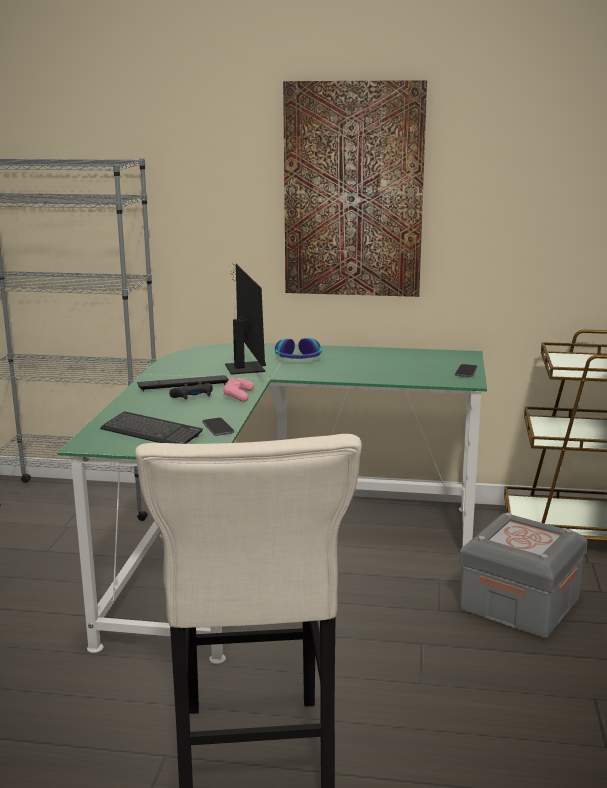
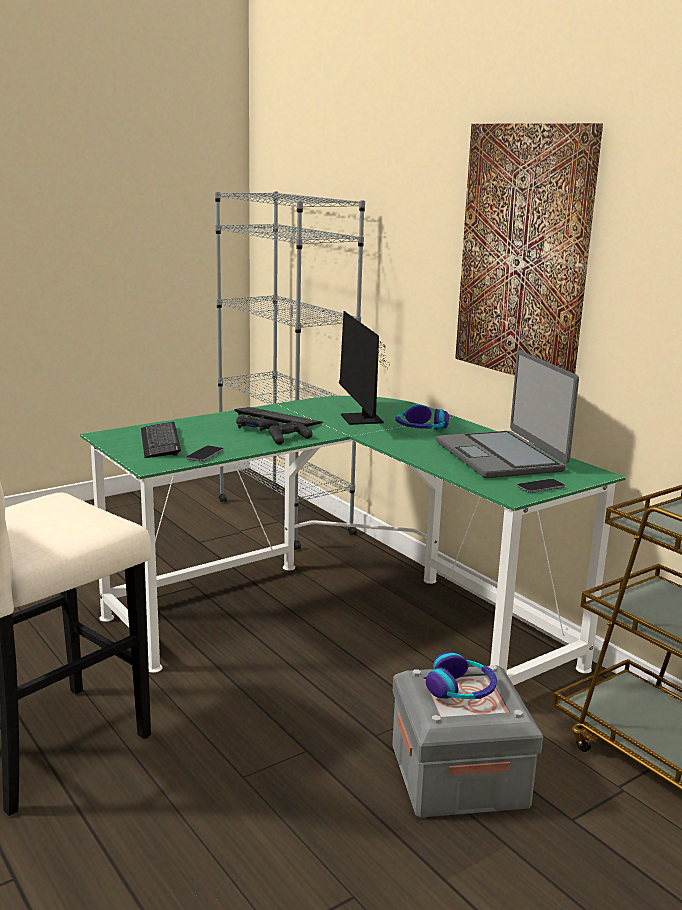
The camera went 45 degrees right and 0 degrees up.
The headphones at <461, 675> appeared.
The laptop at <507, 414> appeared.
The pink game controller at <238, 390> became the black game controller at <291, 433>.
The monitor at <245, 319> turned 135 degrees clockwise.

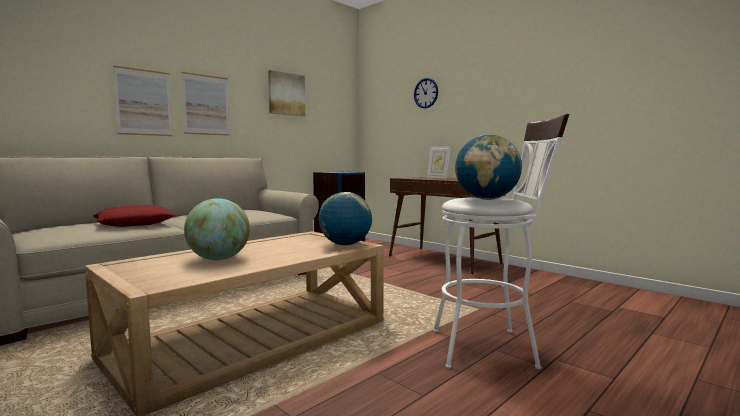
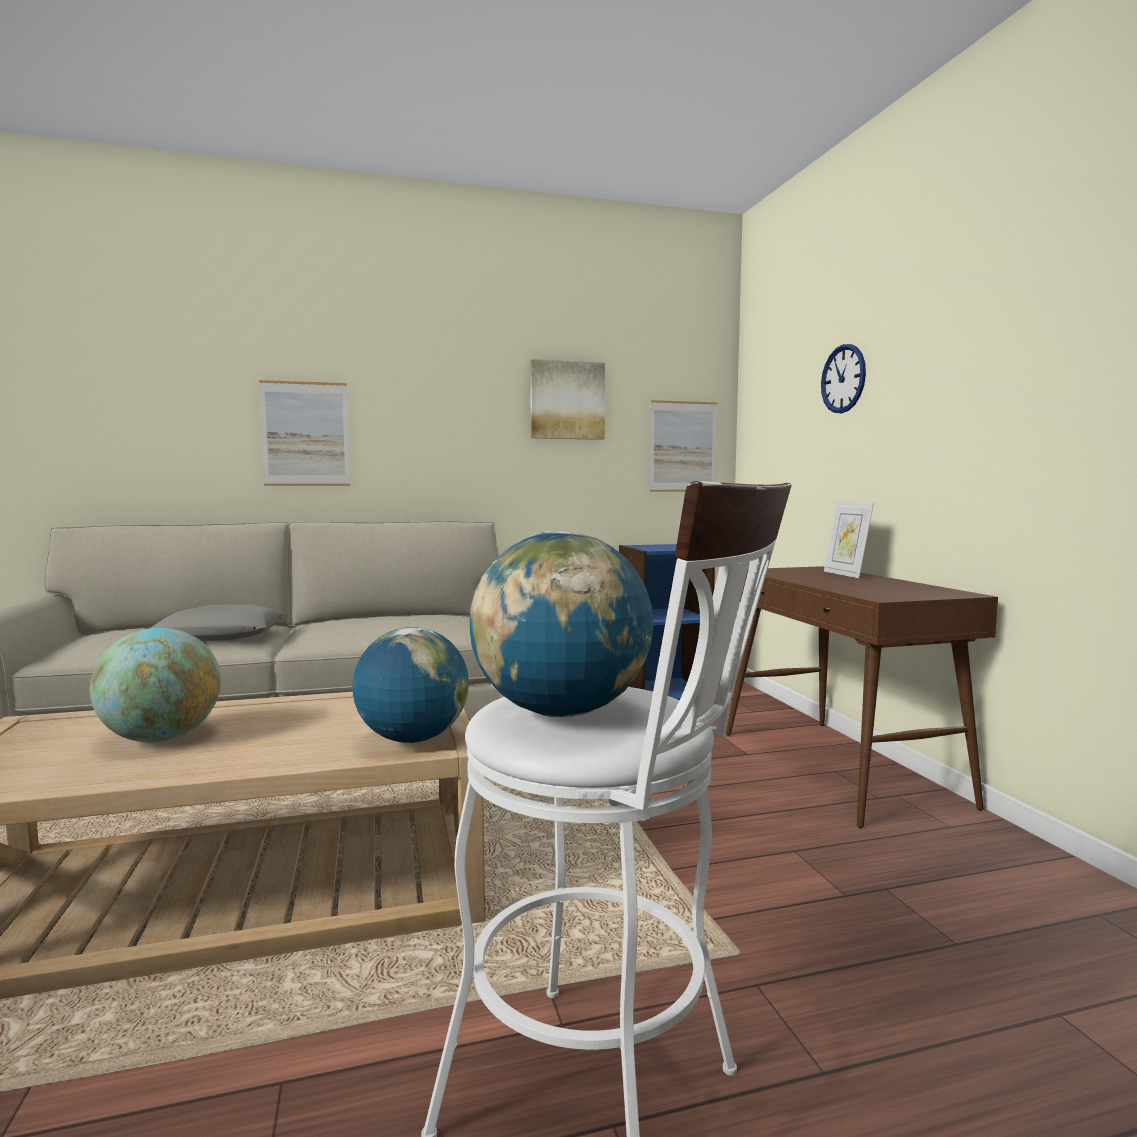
The camera went 30 degrees right and 0 degrees up.
The picture moved from <205, 104> to <683, 446>.
The red pillow at <134, 216> became the grey pillow at <219, 622>.

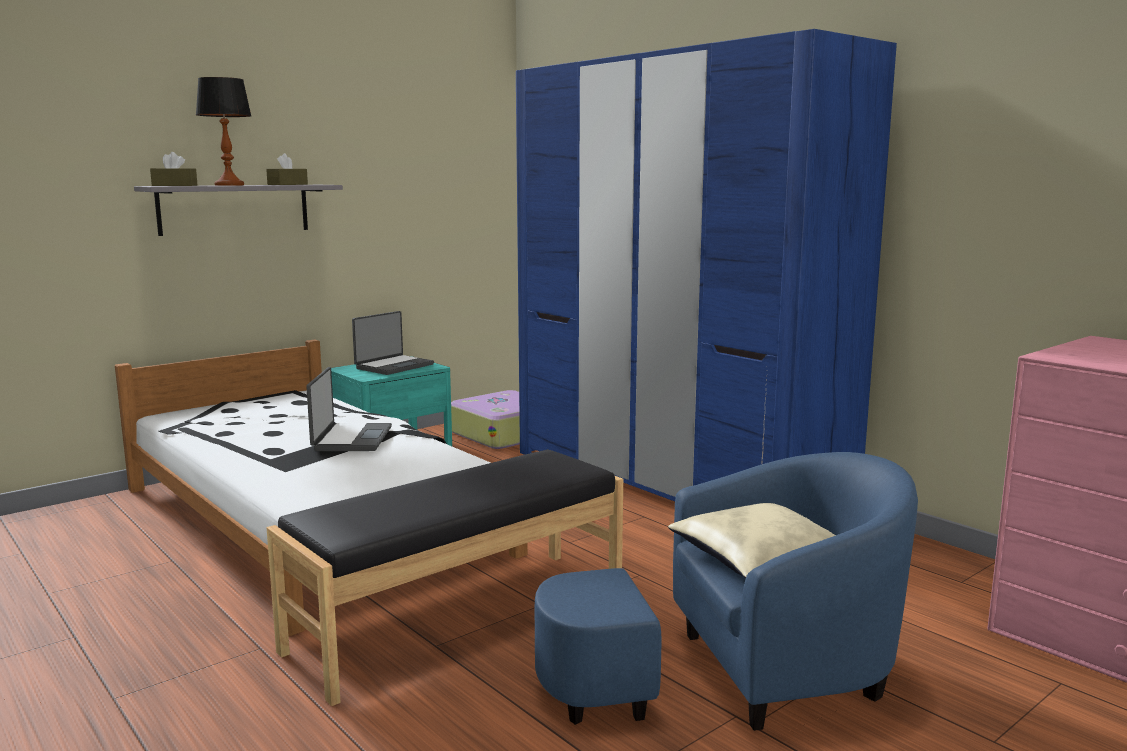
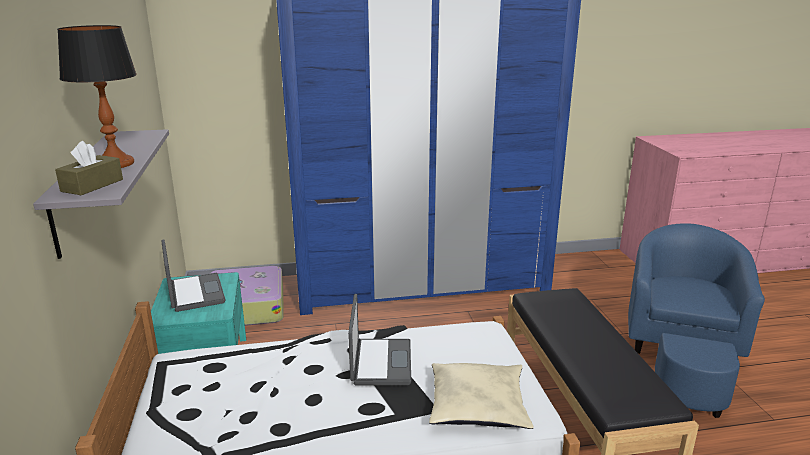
The camera went 60 degrees left and 10 degrees up.
The brown tissue box at <287, 169> disappeared.
The beige pillow moved from <752, 540> to <481, 396>.
The laptop at <349, 409> turned 60 degrees clockwise.

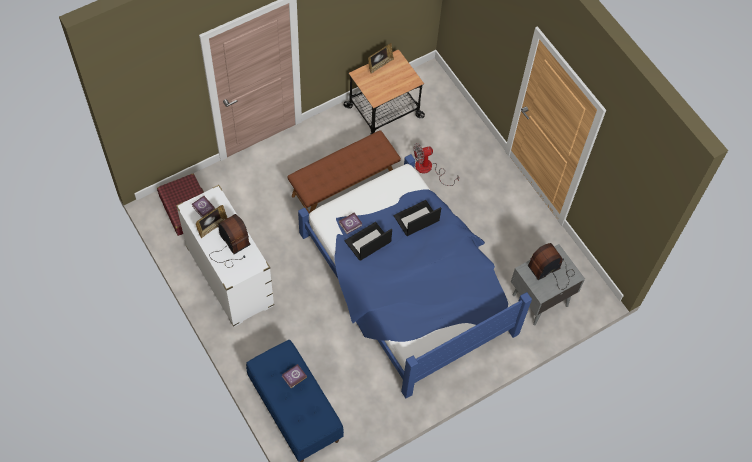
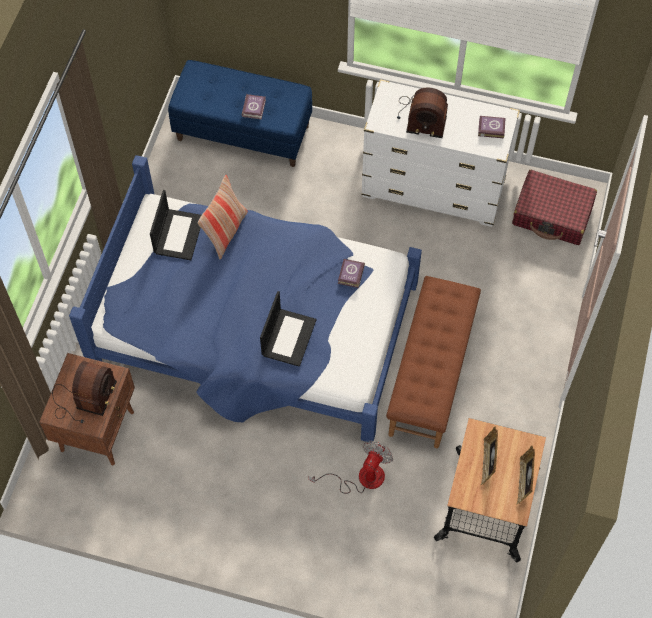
The camera went 140 degrees right and 0 degrees up.
The pillow at <223, 217> appeared.
The picture frame moved from <212, 221> to <489, 456>.
The laptop moved from <368, 241> to <175, 225>.
The grey nightstand at <548, 284> became the brown nightstand at <87, 409>.

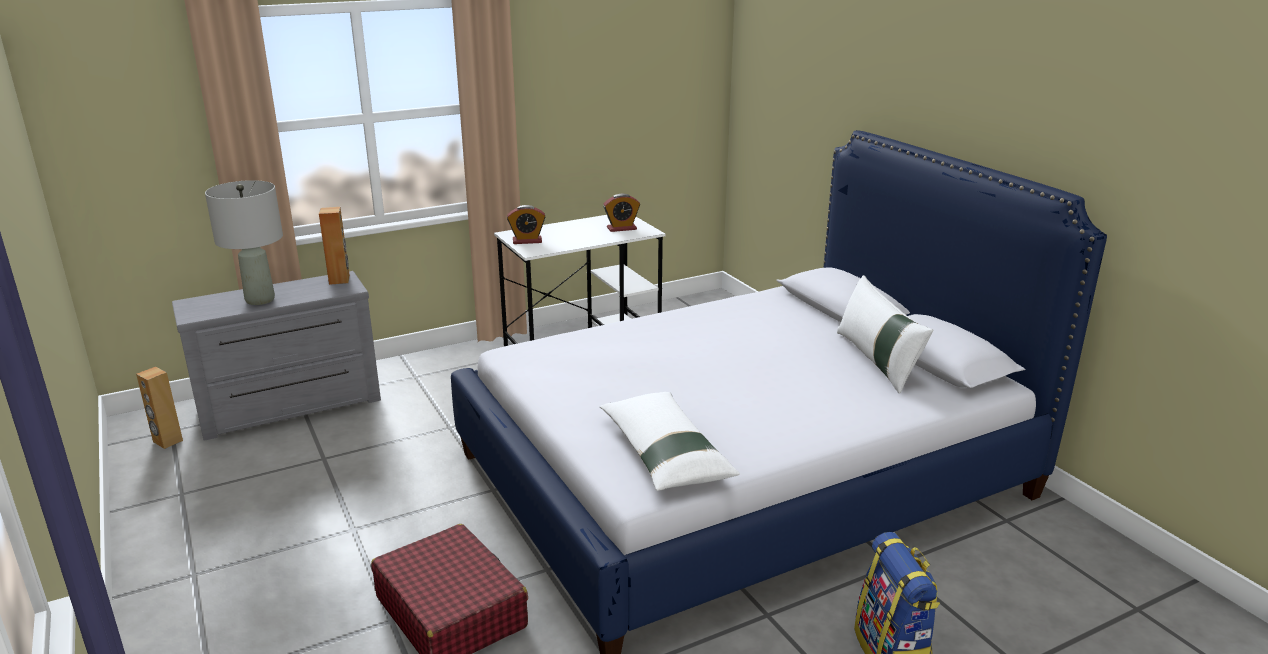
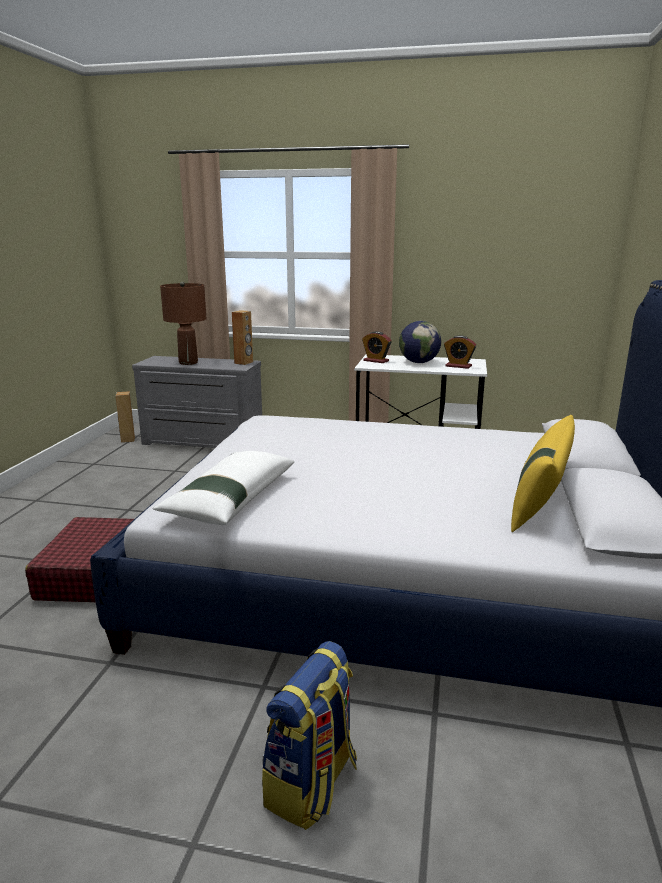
The camera went 40 degrees right and 5 degrees down.
The globe at <420, 342> appeared.
The grey table lamp at <244, 242> became the brown table lamp at <183, 323>.
The white pillow at <885, 334> became the yellow pillow at <543, 473>.

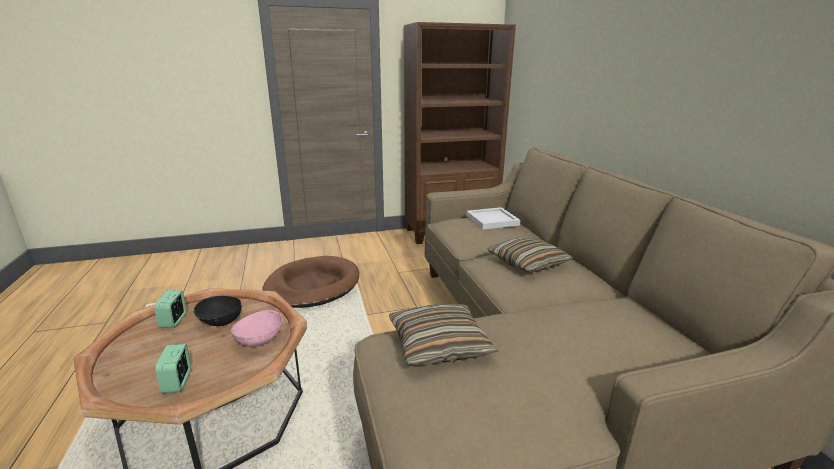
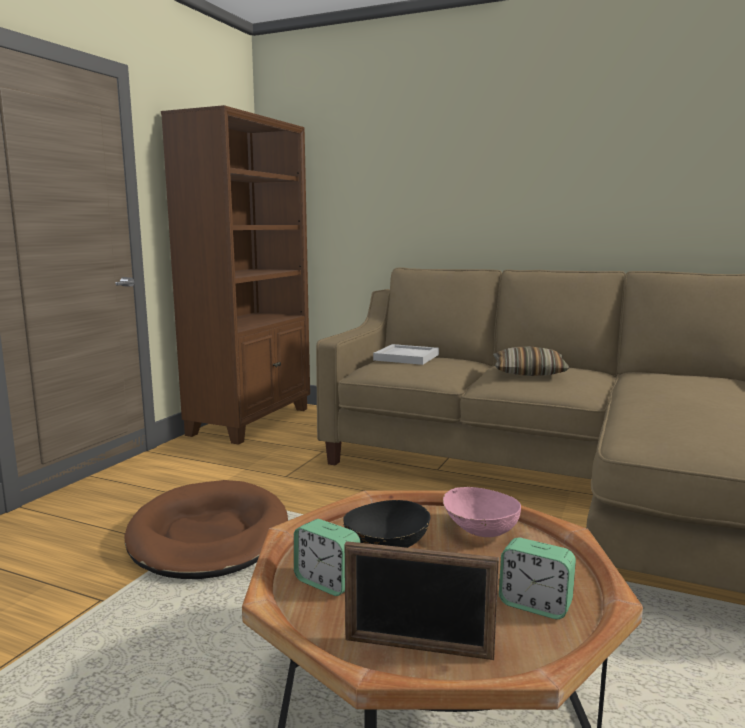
The camera went 50 degrees left and 10 degrees down.
The pillow at <443, 335> disappeared.
The picture frame at <422, 600> appeared.

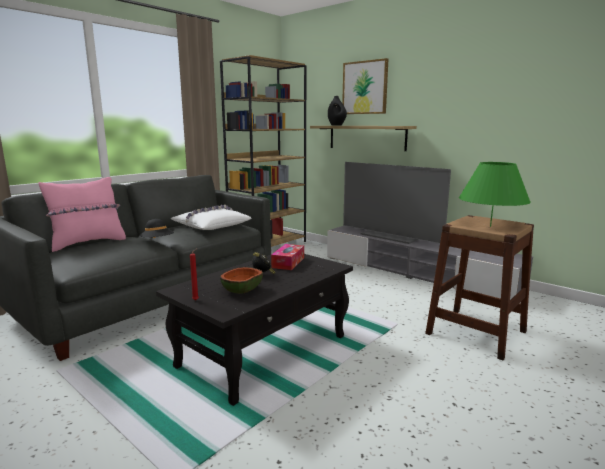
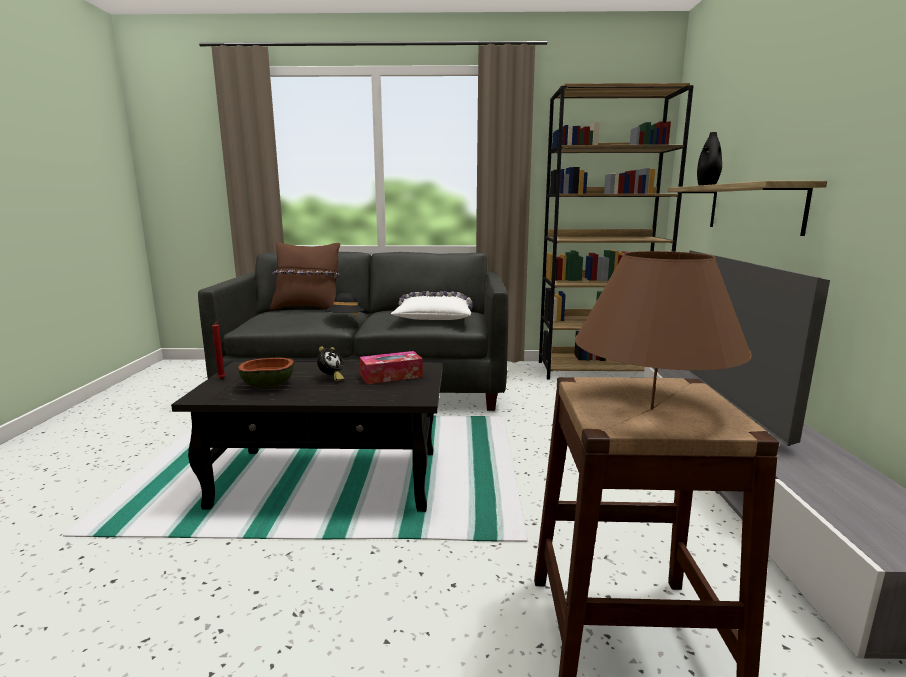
The camera went 50 degrees right and 0 degrees up.
The picture at <365, 86> disappeared.
The pink pillow at <82, 214> became the brown pillow at <305, 276>.
The green table lamp at <495, 194> became the brown table lamp at <663, 330>.

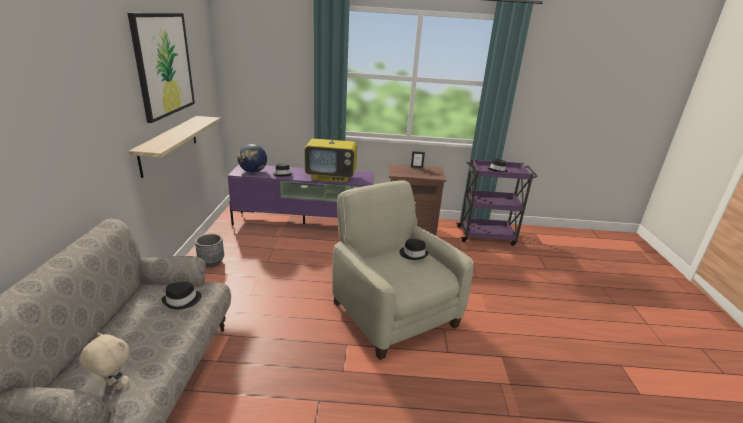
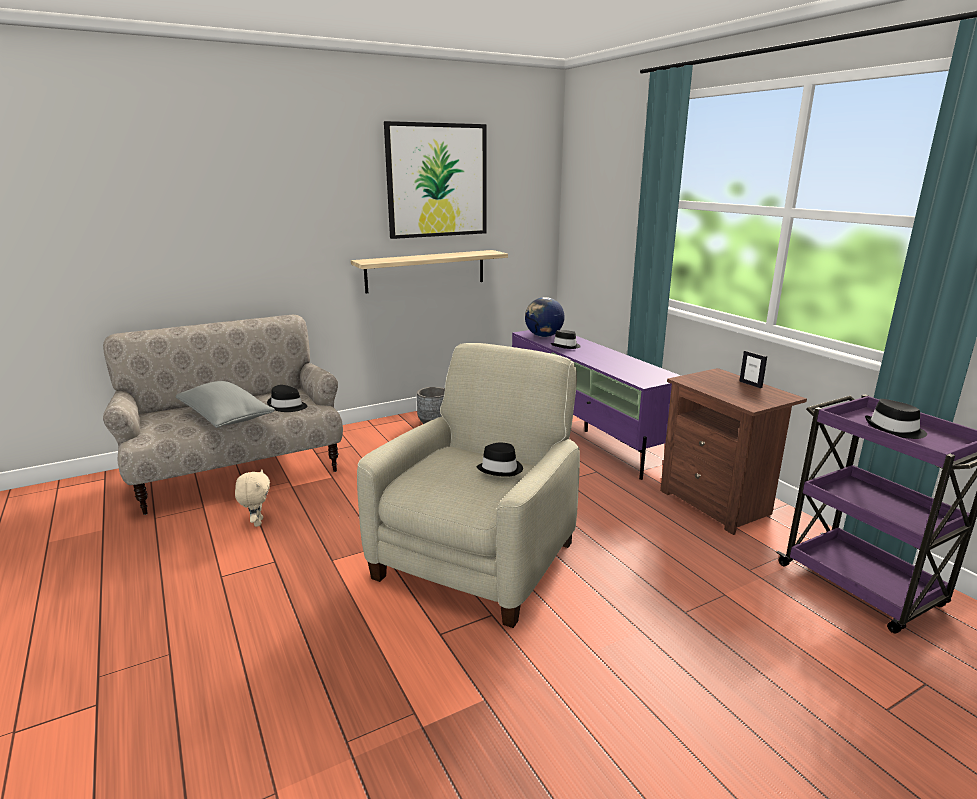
The camera went 60 degrees right and 5 degrees down.
The television at <330, 151> disappeared.
The grey pillow at <225, 404> appeared.
The beige plush toy moved from <104, 361> to <252, 498>.

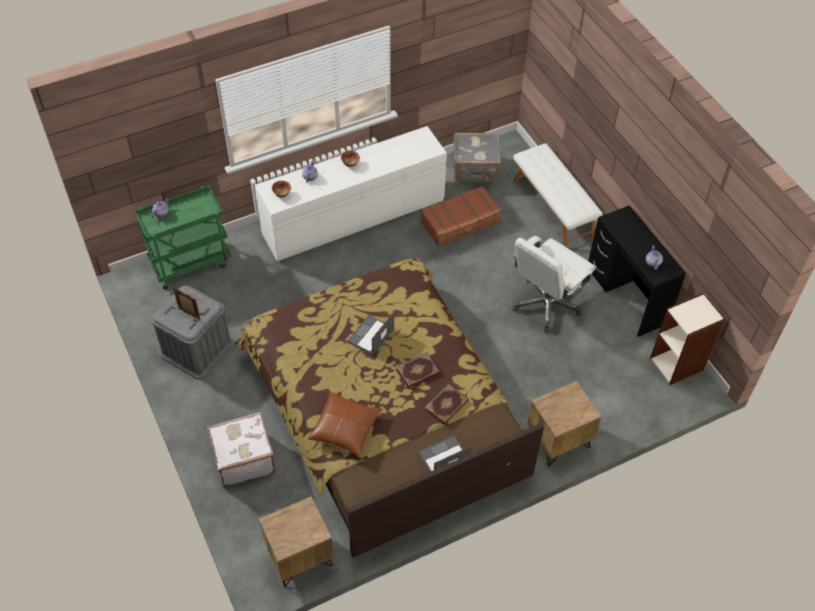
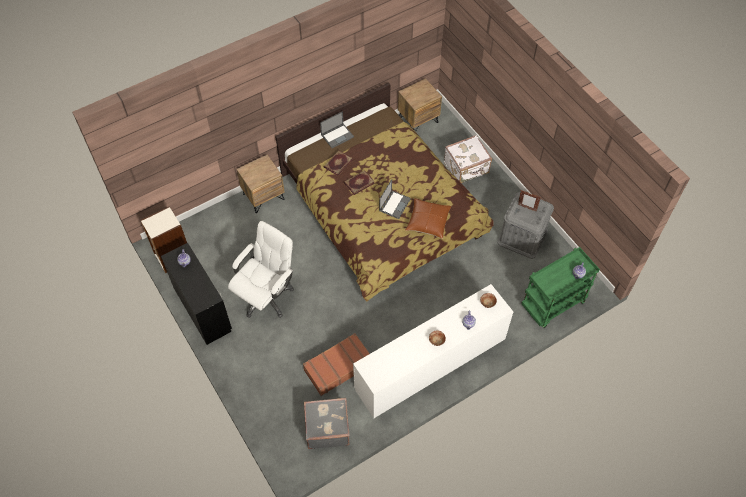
The camera went 175 degrees right and 5 degrees up.
The white bench at <558, 195> disappeared.
The brown pillow moved from <345, 424> to <428, 218>.

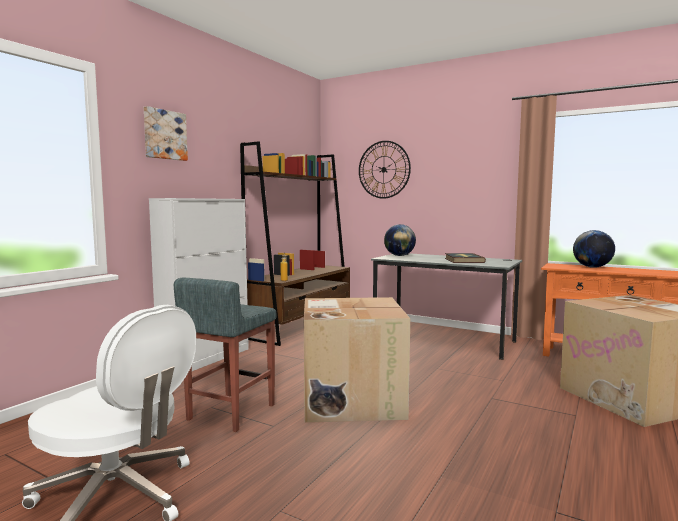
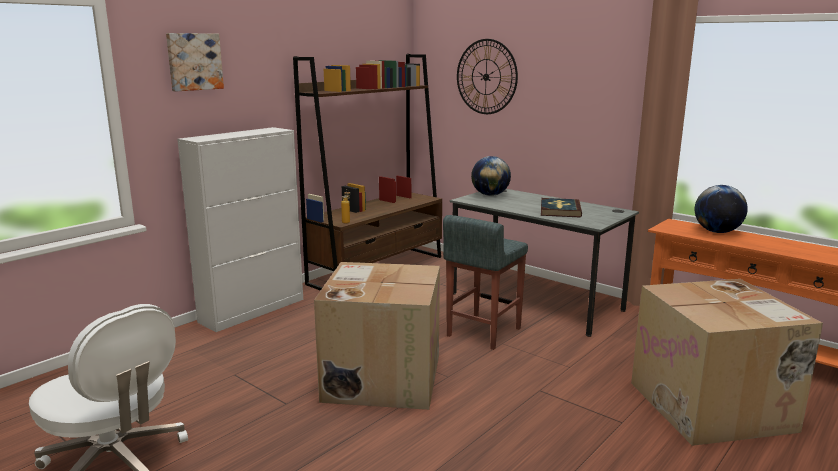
The camera went 10 degrees right and 10 degrees up.
The grey stool moved from <225, 355> to <485, 282>.

